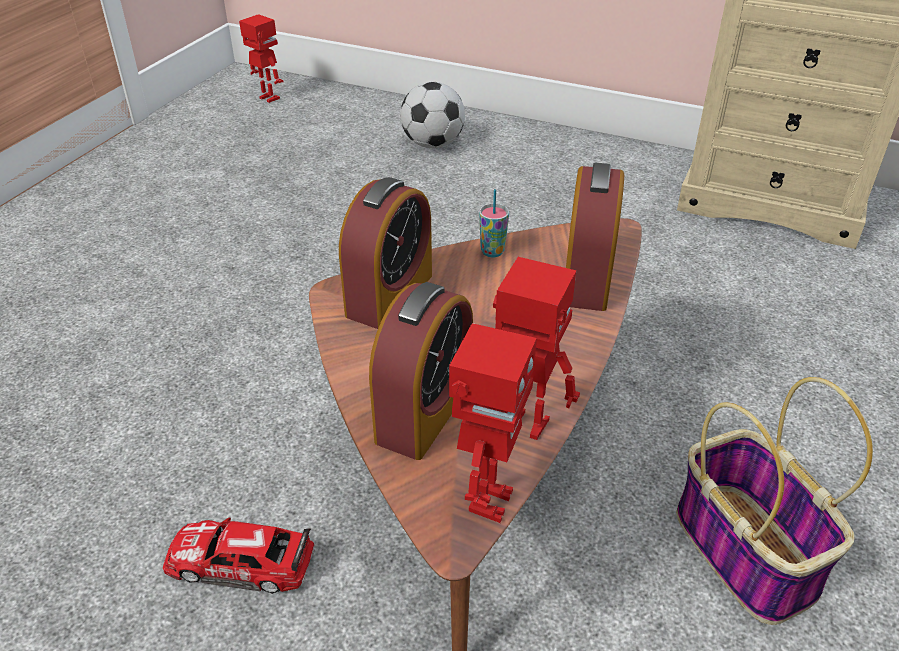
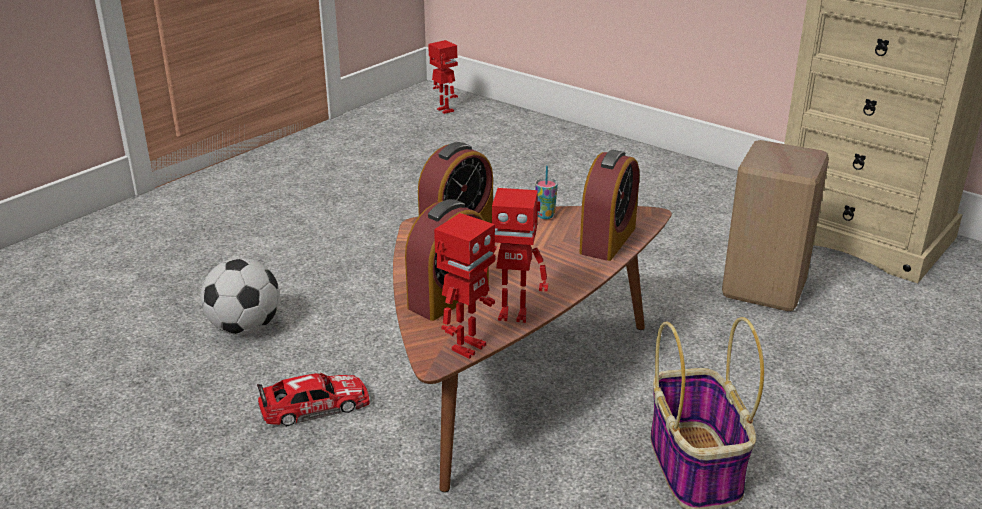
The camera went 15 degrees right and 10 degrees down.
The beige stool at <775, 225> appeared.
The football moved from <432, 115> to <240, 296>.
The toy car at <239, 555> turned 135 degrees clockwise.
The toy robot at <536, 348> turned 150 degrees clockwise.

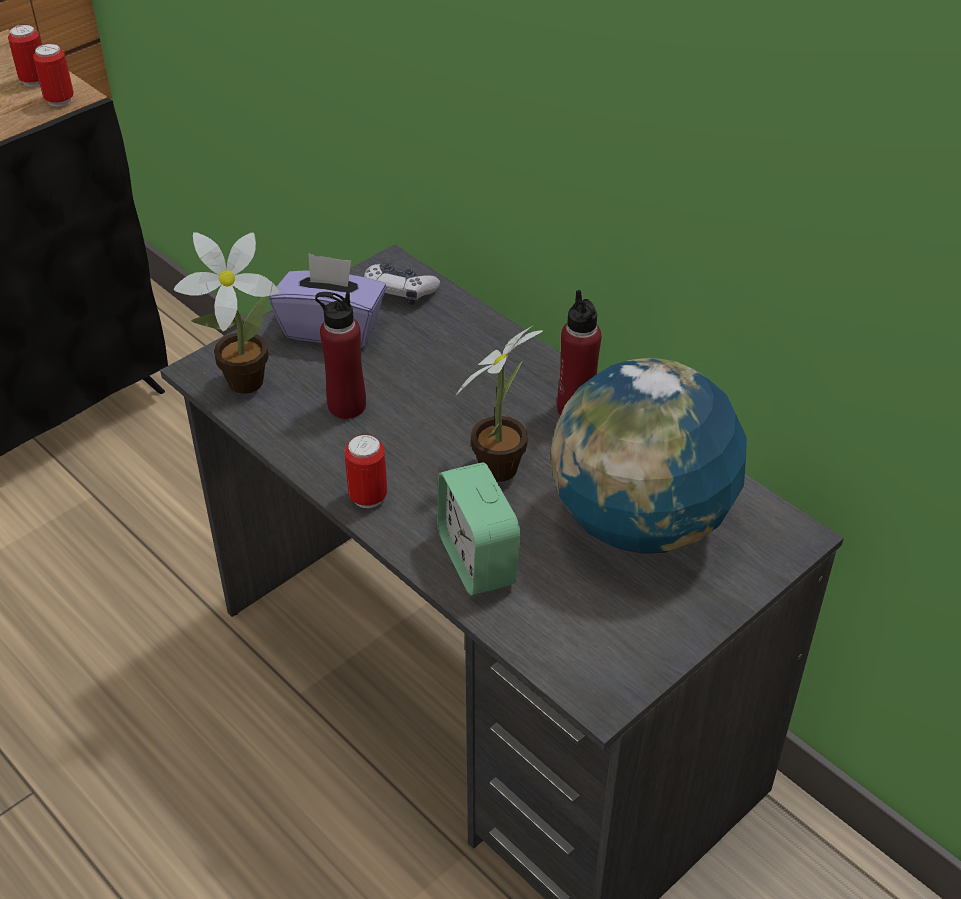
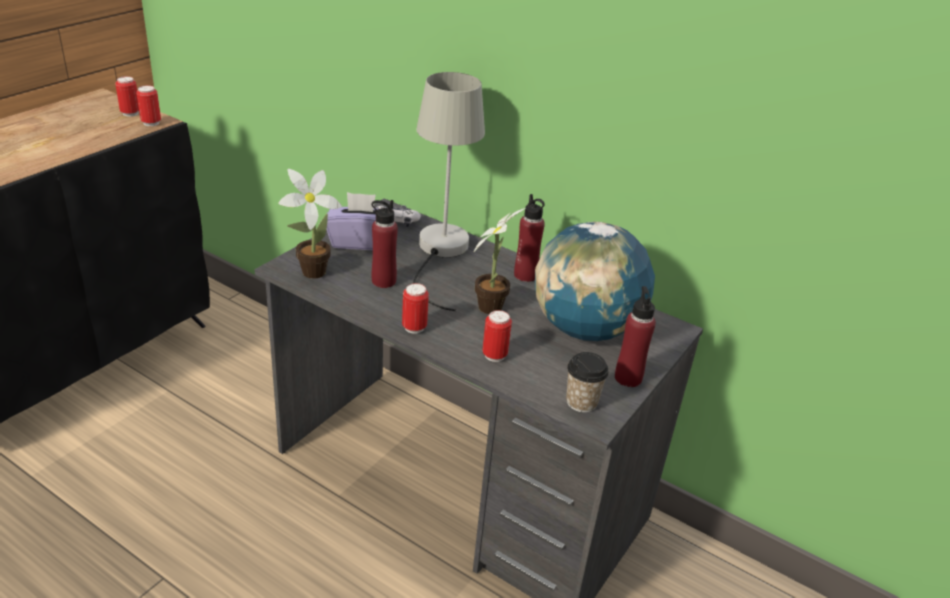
The camera went 15 degrees left and 10 degrees down.
The grey table lamp at <449, 191> appeared.
The cup at <587, 382> appeared.
The red bottle at <635, 336> appeared.
The alarm clock at <478, 529> was replaced by the can at <497, 336>.

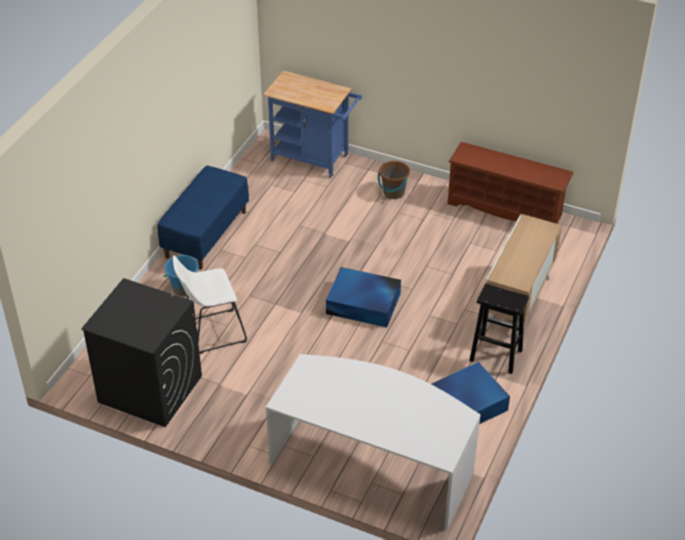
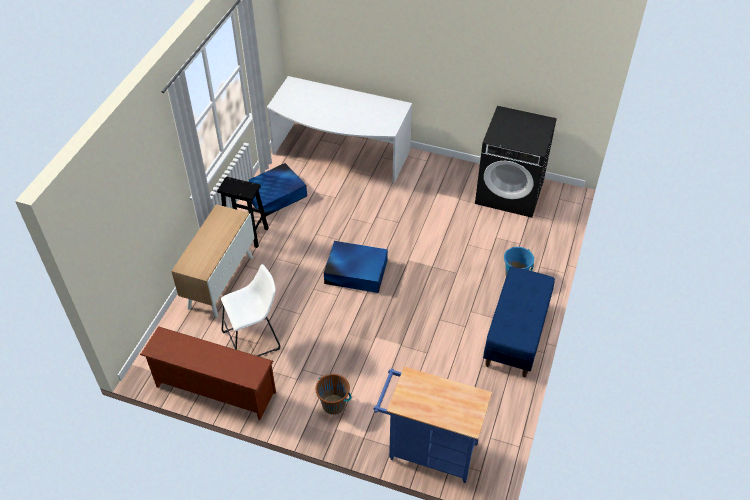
The camera went 175 degrees right and 5 degrees up.
The white stool moved from <210, 304> to <250, 310>.

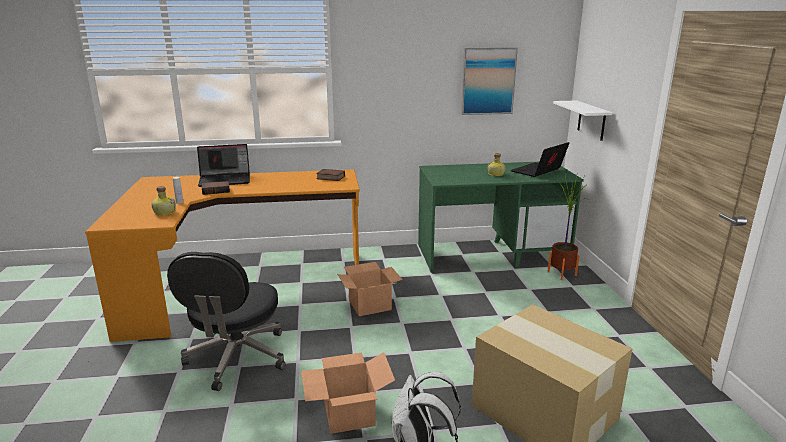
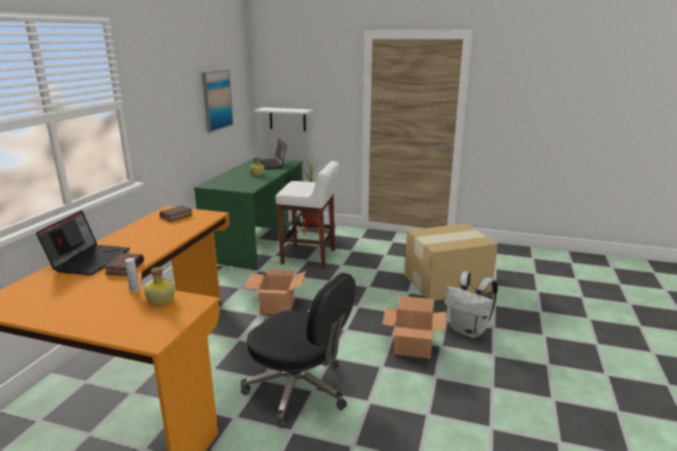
The camera went 65 degrees left and 0 degrees up.
The white stool at <307, 214> appeared.

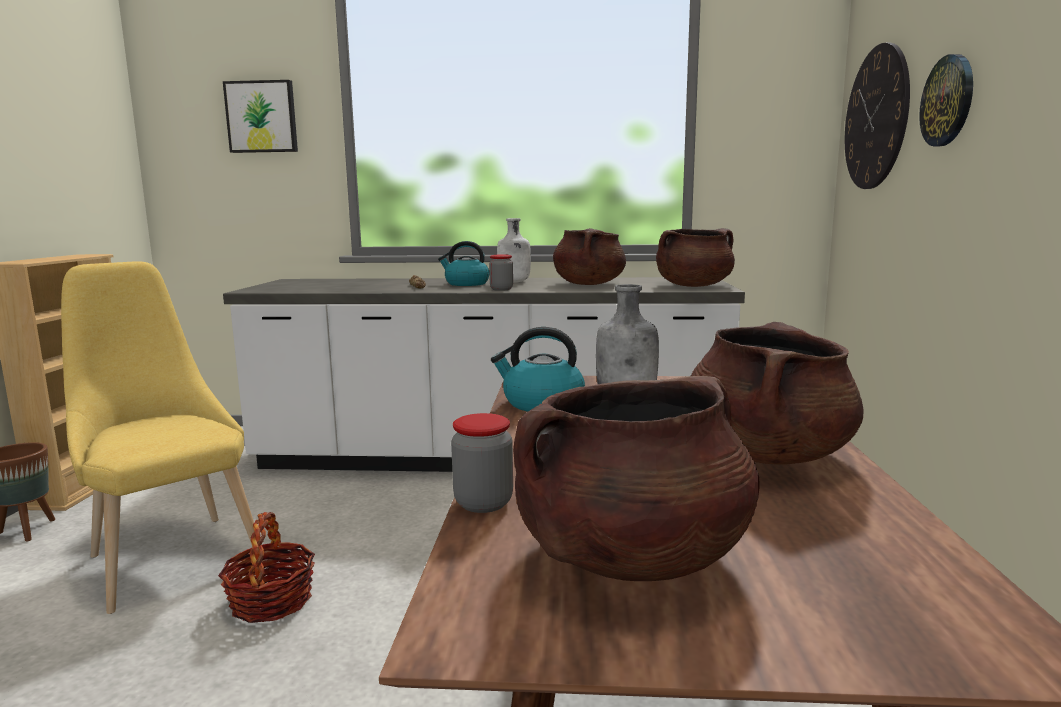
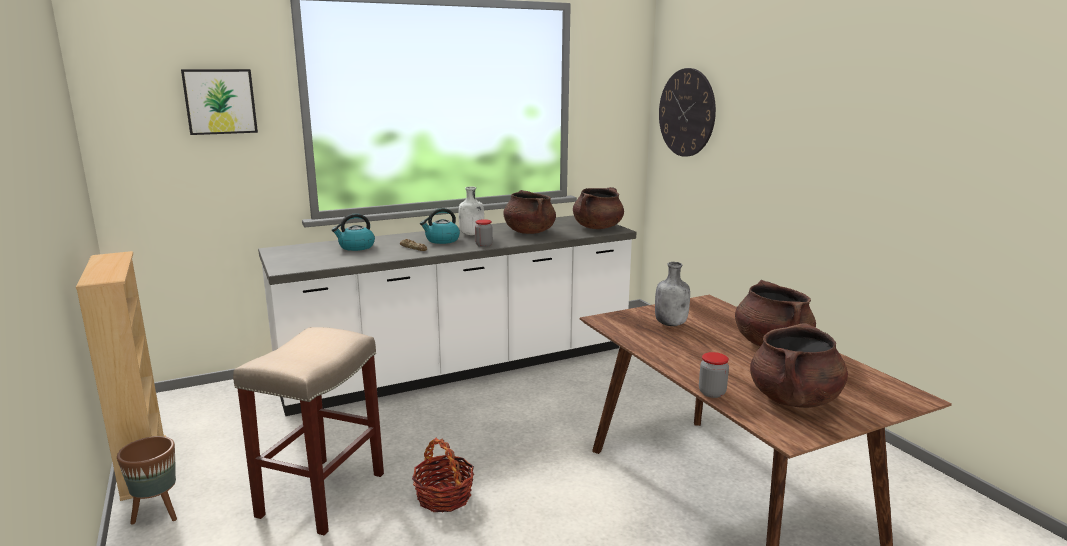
The camera went 30 degrees left and 5 degrees up.
The wall clock at <946, 100> disappeared.
The kettle moved from <538, 369> to <353, 232>.
The yellow chair at <163, 437> was replaced by the beige stool at <308, 431>.

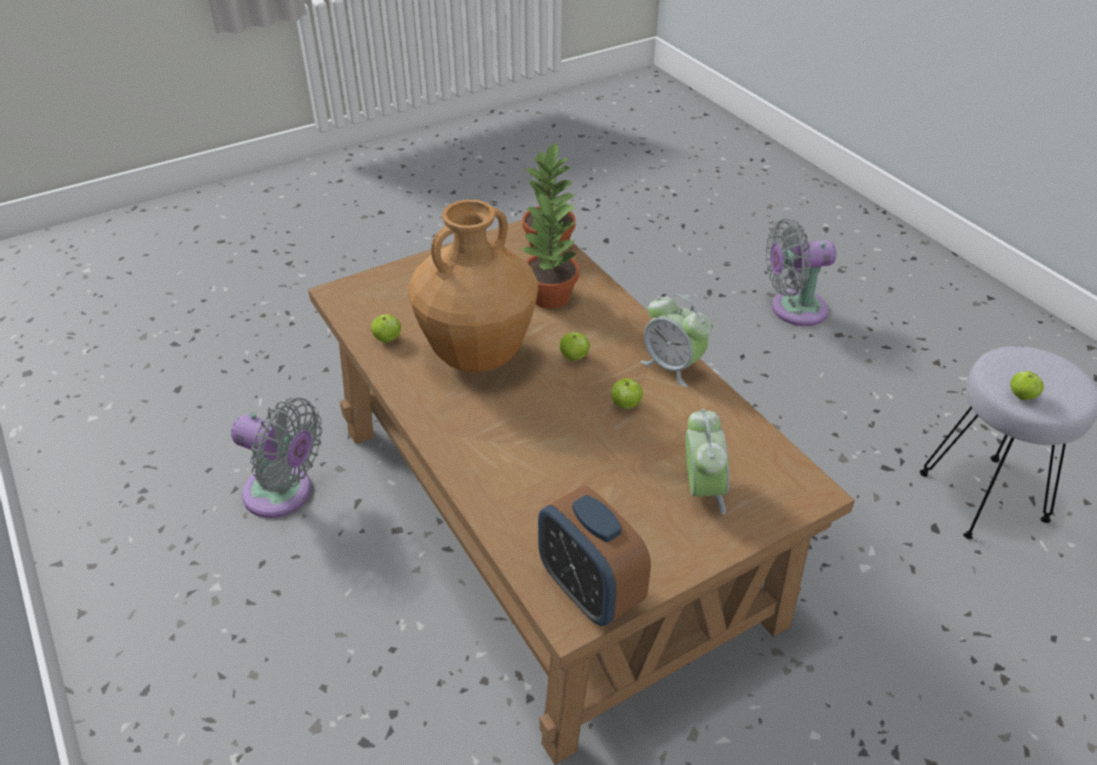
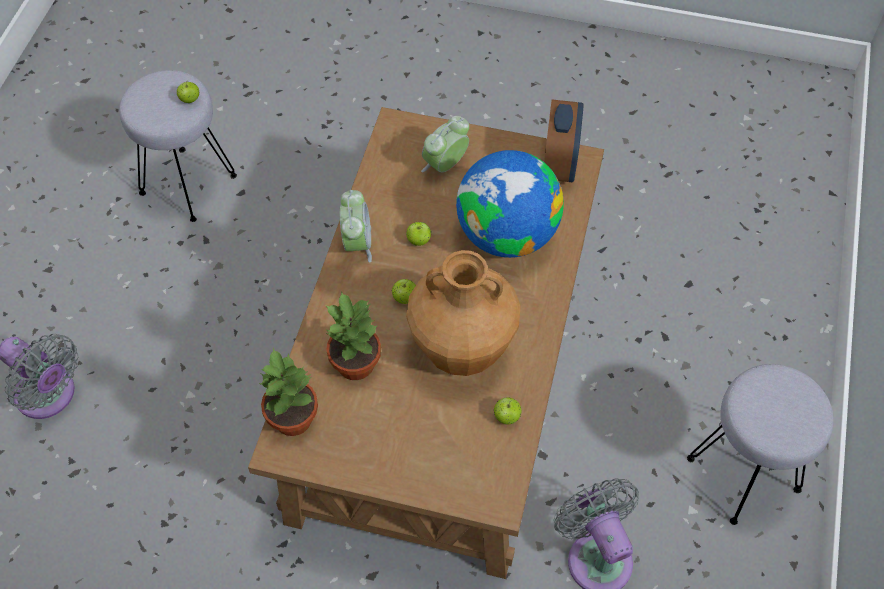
The camera went 135 degrees left and 15 degrees up.
The globe at <510, 204> appeared.
The grey stool at <760, 444> appeared.

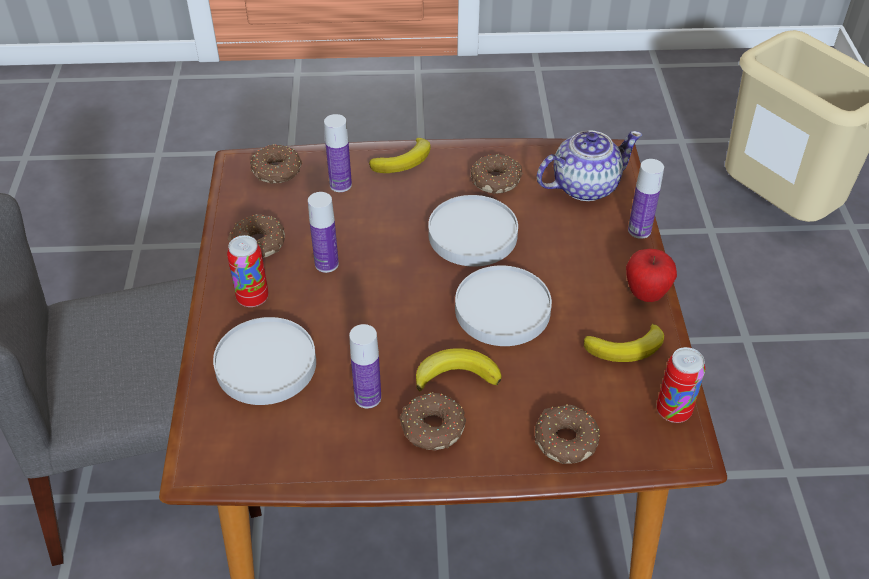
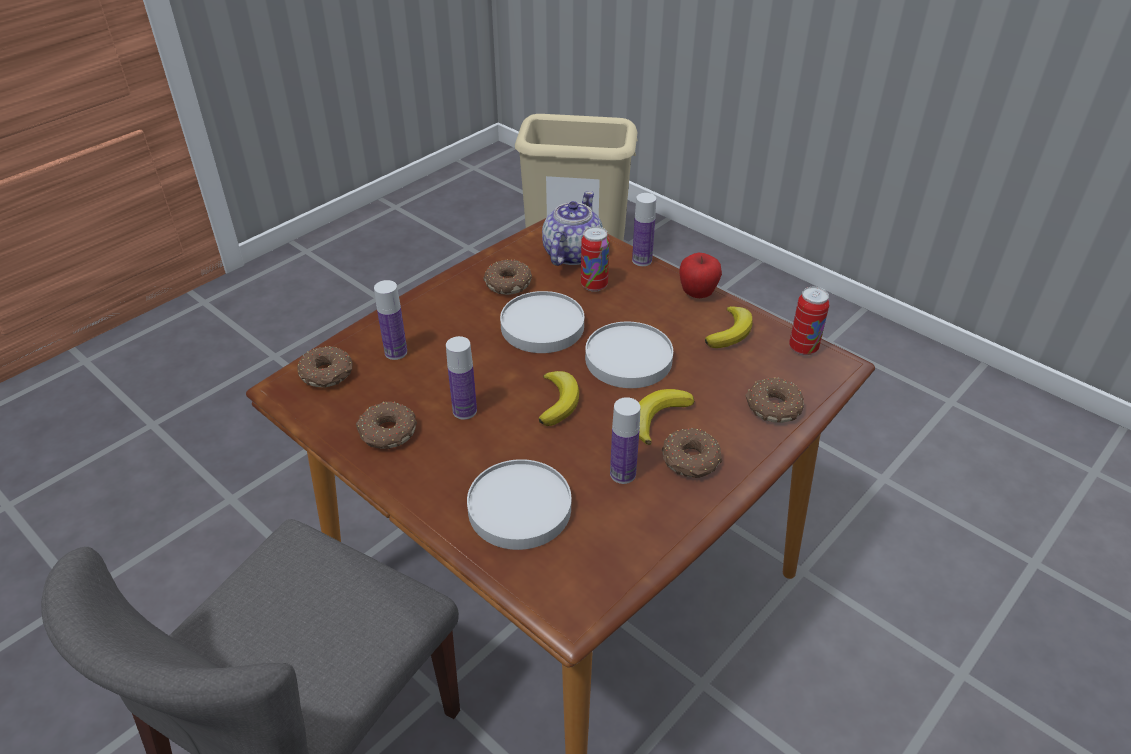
The camera went 45 degrees left and 5 degrees down.
The can moved from <247, 271> to <595, 259>.
The banana moved from <400, 155> to <559, 398>.

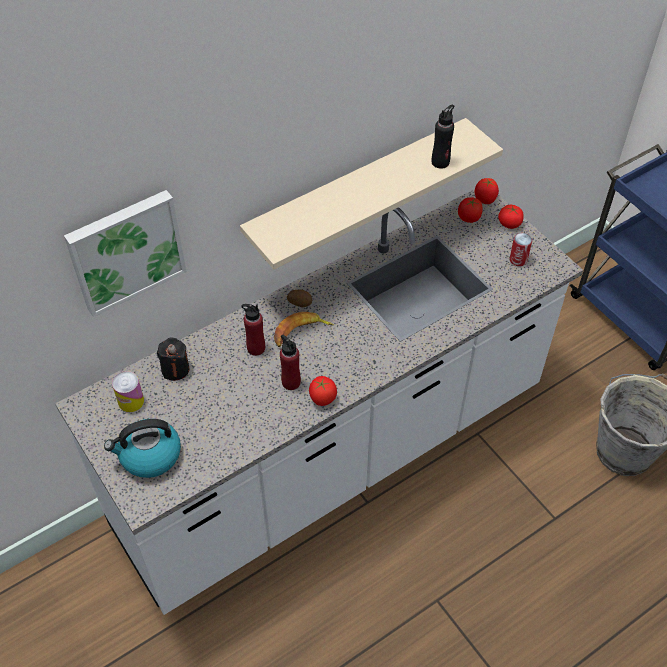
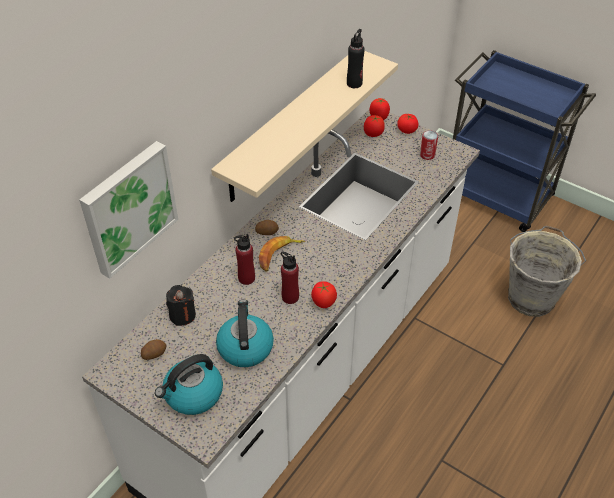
The camera went 20 degrees left and 5 degrees down.
The kettle at <245, 333> appeared.
The can at <128, 391> was replaced by the potato at <153, 349>.

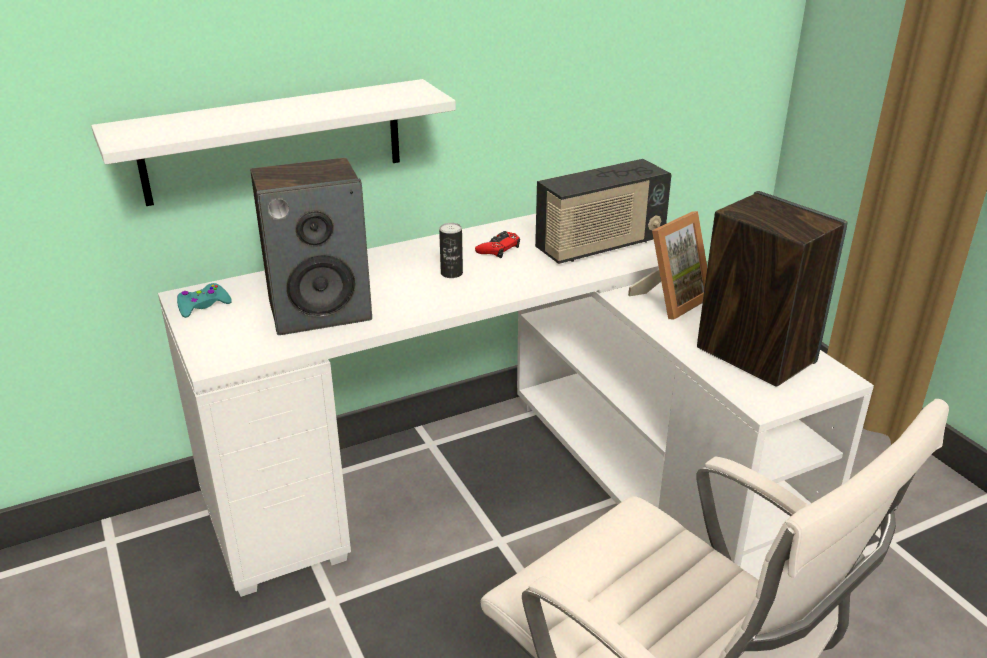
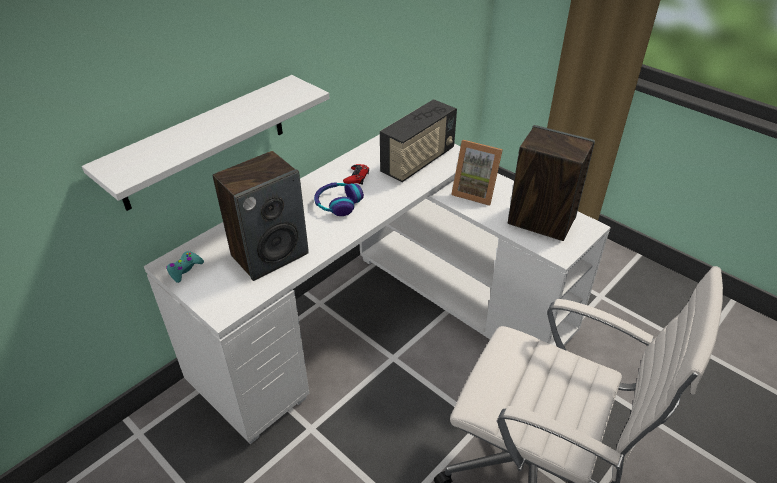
The camera went 20 degrees left and 10 degrees up.
The can at <451, 250> was replaced by the headphones at <339, 199>.
The picture frame at <667, 265> turned 90 degrees clockwise.

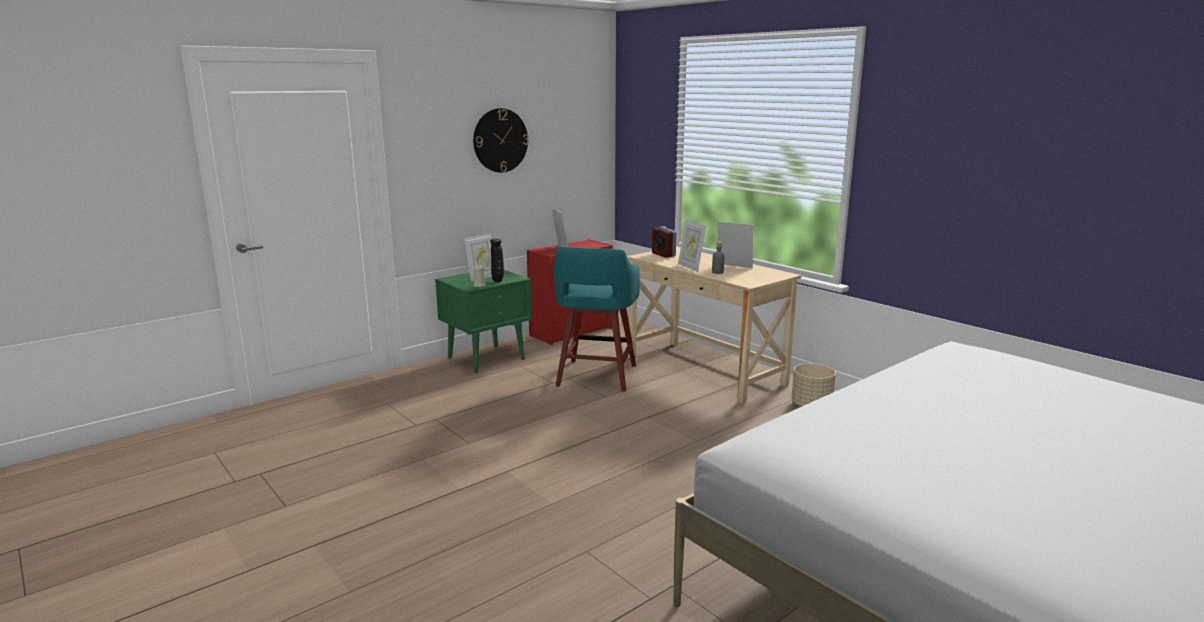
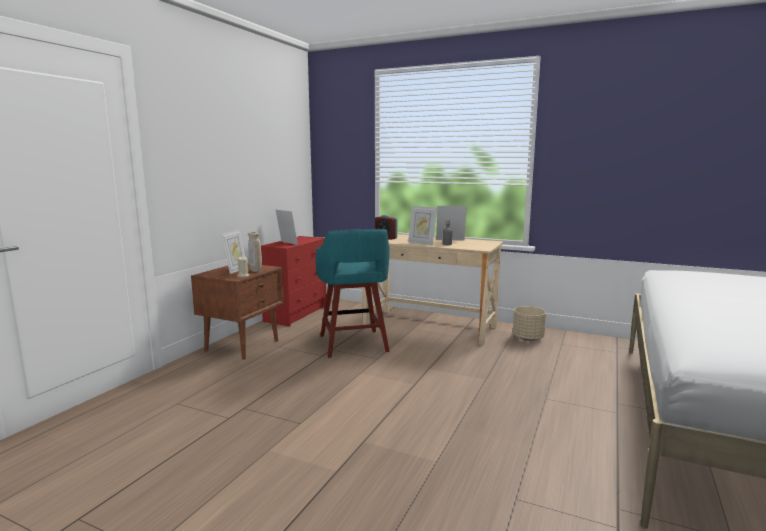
The camera went 25 degrees left and 5 degrees down.
The wall clock at <501, 140> disappeared.
The green nightstand at <483, 321> became the brown nightstand at <237, 311>.
The black vase at <497, 260> became the beige vase at <255, 252>.

